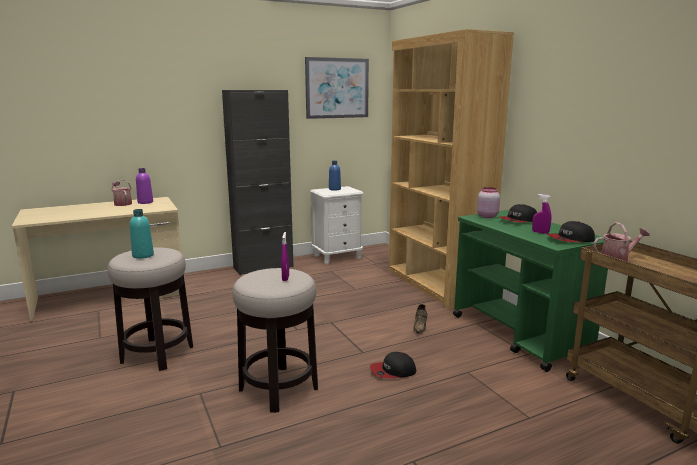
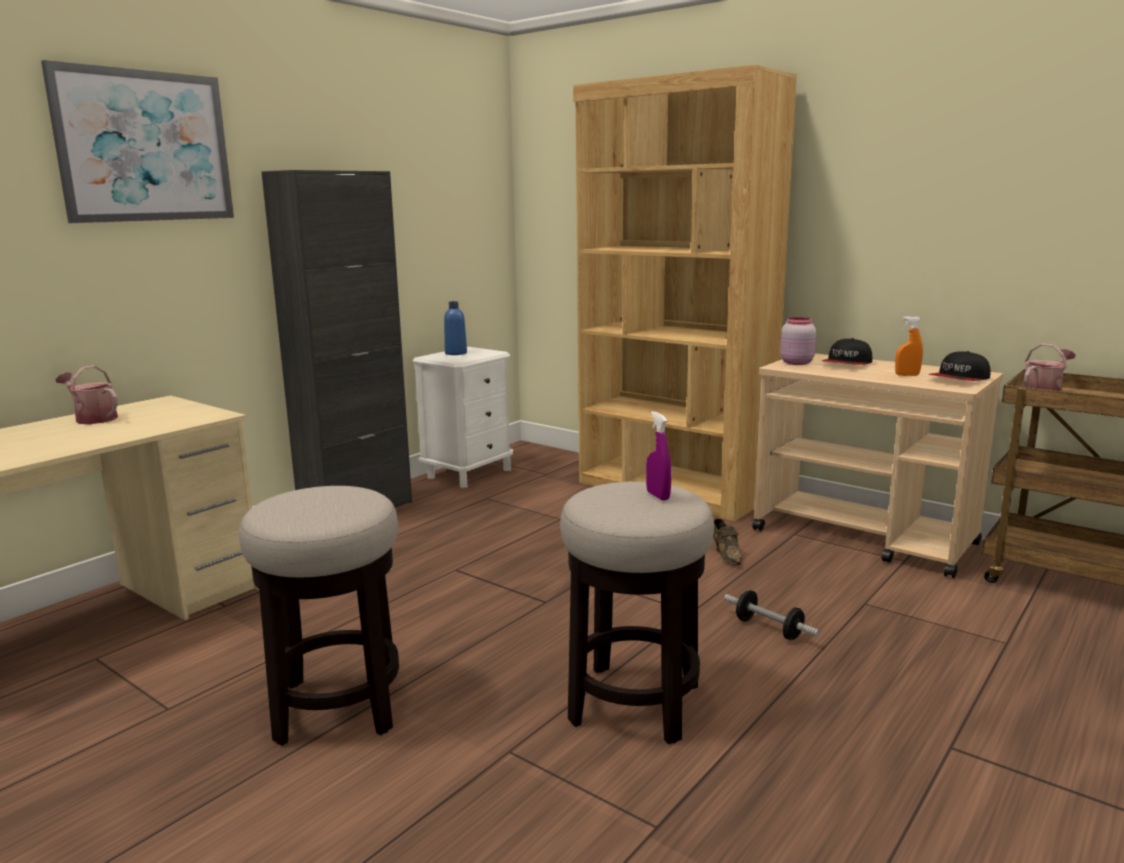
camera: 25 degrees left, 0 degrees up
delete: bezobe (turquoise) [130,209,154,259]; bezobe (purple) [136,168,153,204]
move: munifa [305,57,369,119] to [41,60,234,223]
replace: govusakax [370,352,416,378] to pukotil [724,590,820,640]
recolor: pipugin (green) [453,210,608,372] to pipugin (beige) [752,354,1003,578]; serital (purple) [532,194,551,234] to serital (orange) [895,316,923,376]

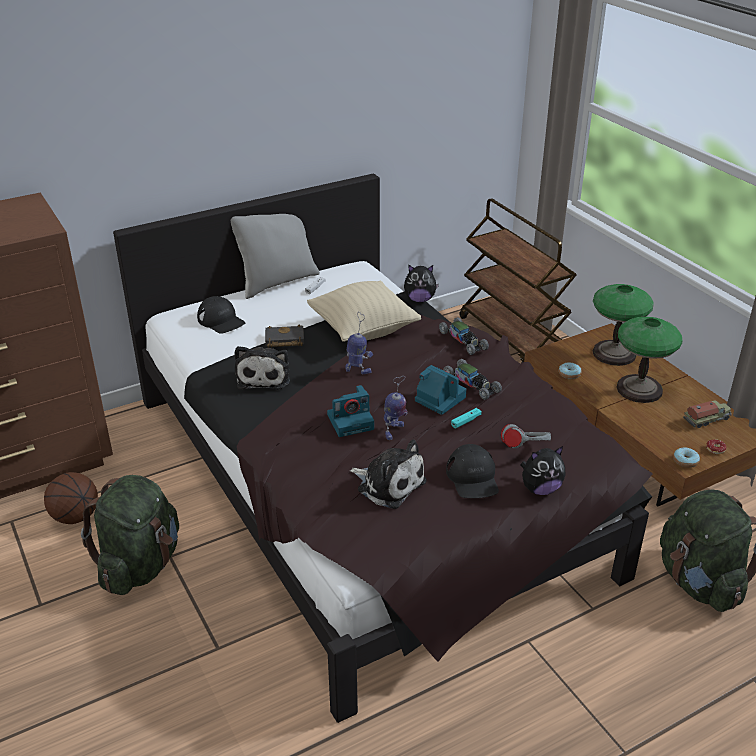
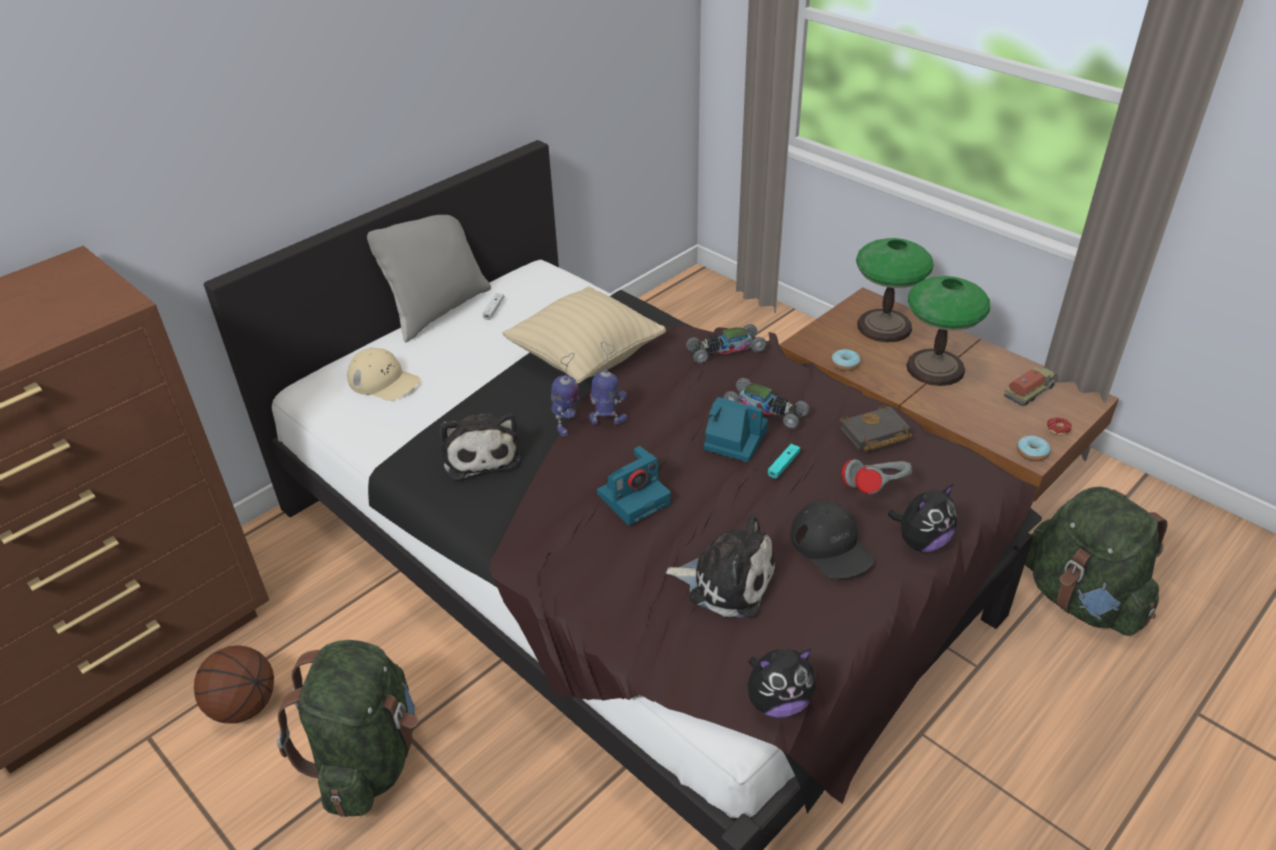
camera: 15 degrees left, 5 degrees up
delete: pipugin (brown) [459,198,576,362]
move: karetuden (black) [265,325,304,348] to [840,406,912,451]; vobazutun [384,376,408,440] to [551,353,580,436]; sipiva [404,265,439,302] to [748,649,816,718]
recolor: govusakax (black) [197,296,245,334] to govusakax (beige) [347,348,420,401]
rotate: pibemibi [439,317,489,355] = [686,324,767,364] 120 degrees clockwise

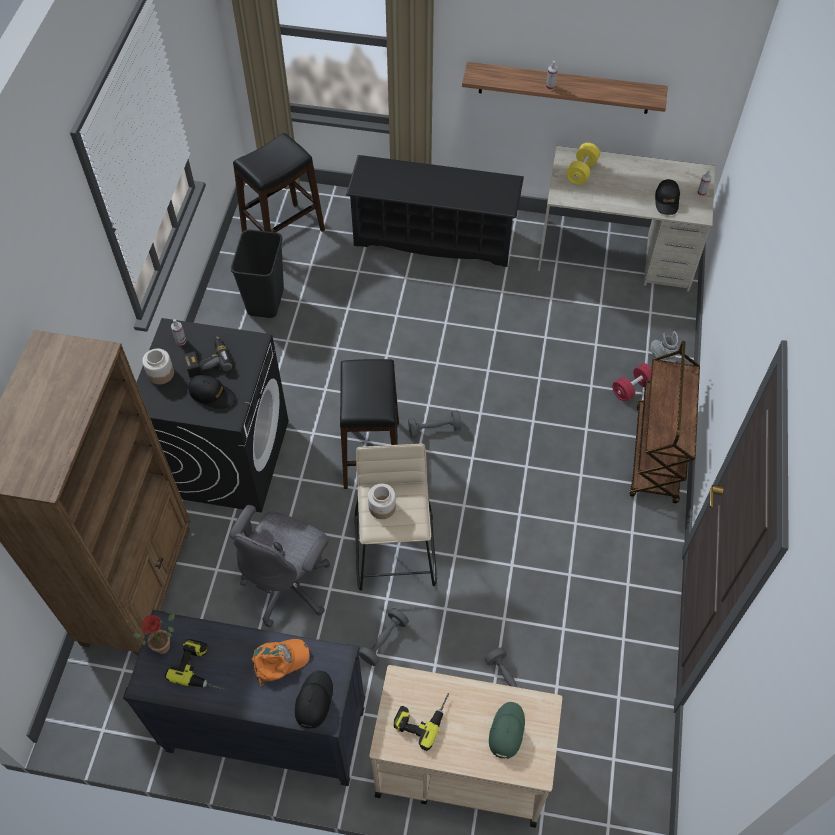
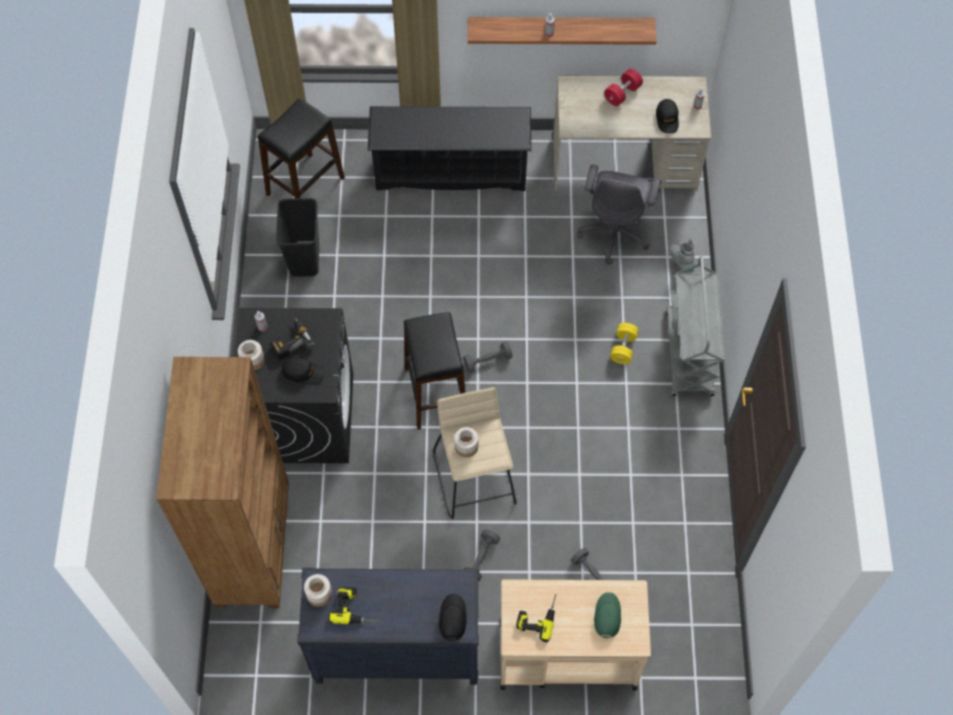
camera: 10 degrees left, 5 degrees up
delete: govusakax (orange) [252,639,310,686]
move: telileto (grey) [229,505,330,627] to [577,164,661,265]; pukotil (yellow) [566,143,600,185] to [610,323,639,364]; pukotil (red) [612,363,651,402] to [604,69,643,106]
replace: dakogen [133,613,175,654] to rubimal [304,574,332,607]
recolor: pipugin (brown) [629,341,700,503] to pipugin (grey) [666,256,725,396]

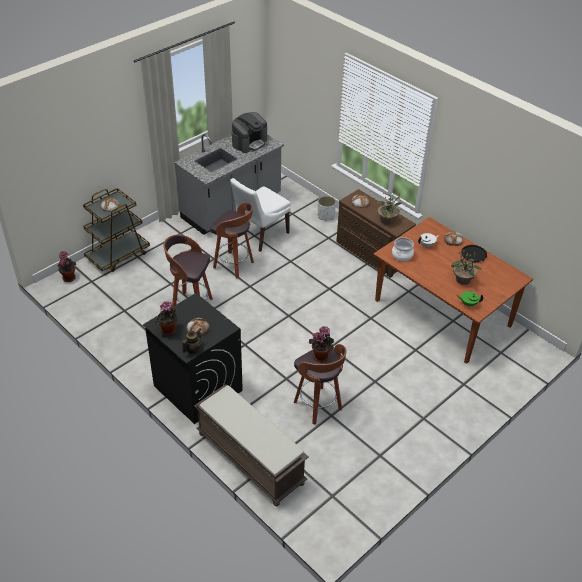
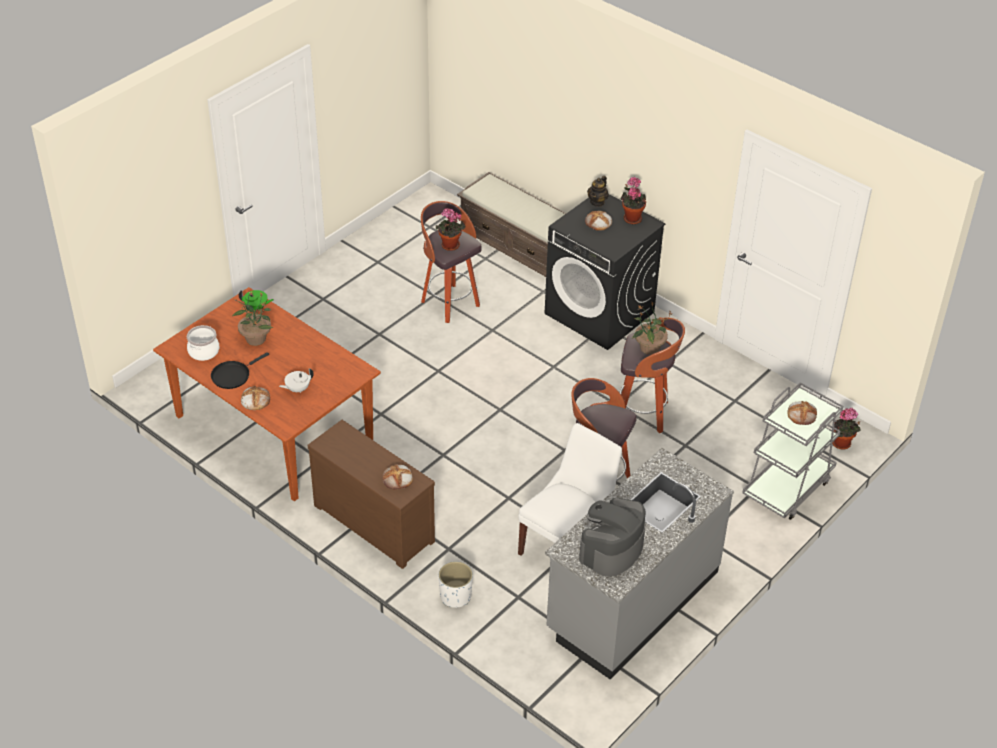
camera: 175 degrees right, 0 degrees up
move: dakogen [377,190,402,225] to [632,301,672,355]; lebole [392,237,414,261] to [187,325,219,361]
recolor: pipugin (brown) [83,188,150,272] to pipugin (grey) [742,383,844,520]

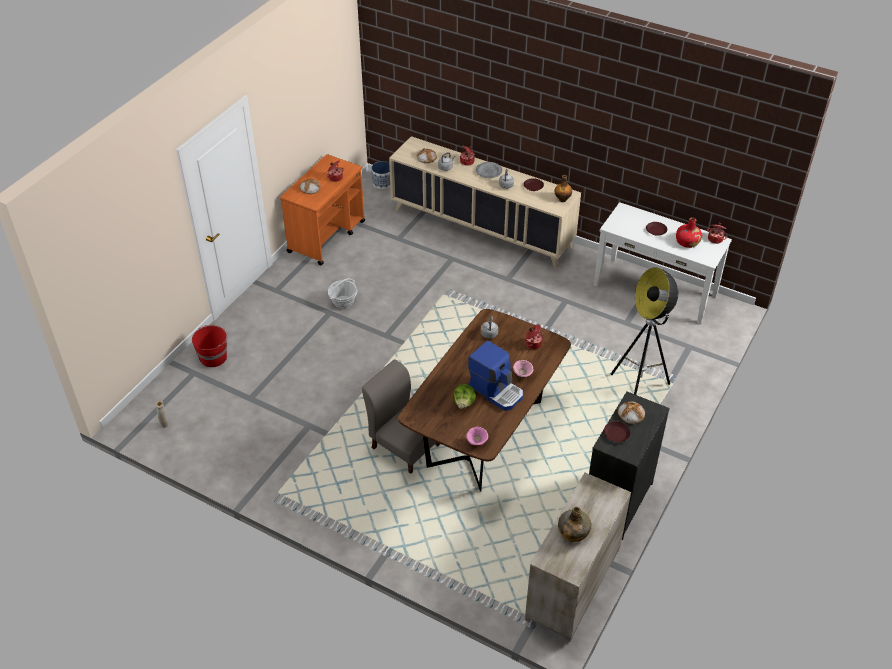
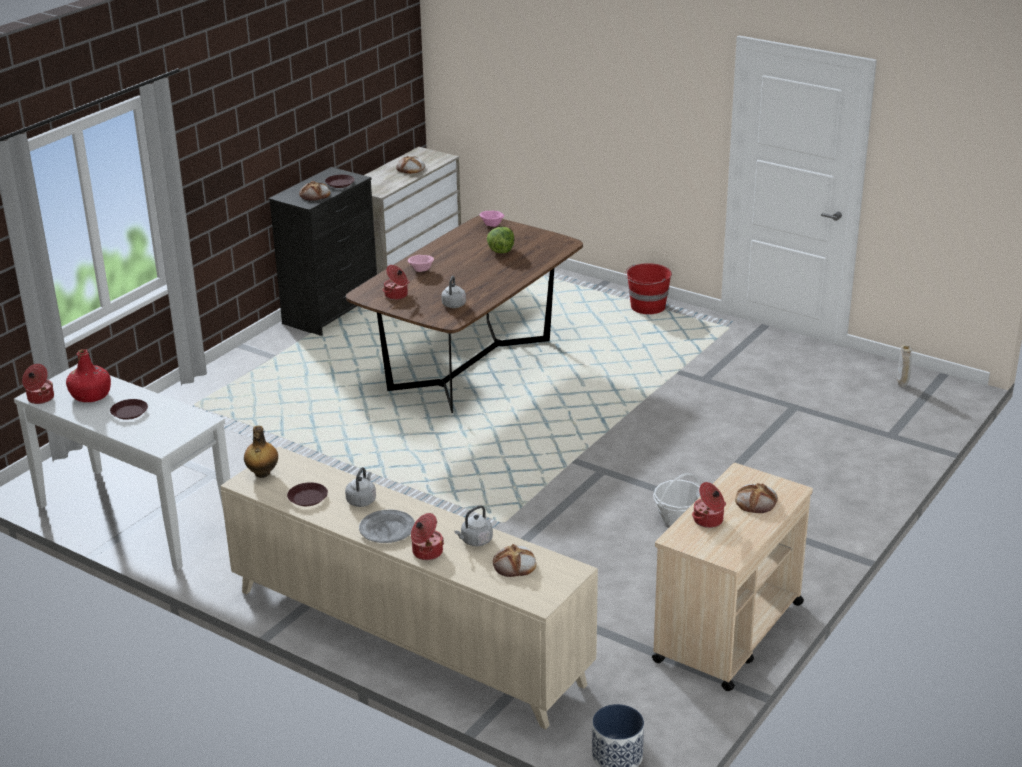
camera: 175 degrees left, 15 degrees down
delete: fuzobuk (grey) [362,359,440,473]; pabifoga [468,340,523,411]; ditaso [611,267,678,395]
move: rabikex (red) [192,325,228,367] to [625,263,672,314]
replace: bezobe (green) [558,507,592,542] to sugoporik [396,156,425,174]
recolor: pipugin (orange) [280,154,365,265] to pipugin (beige) [652,463,813,691]

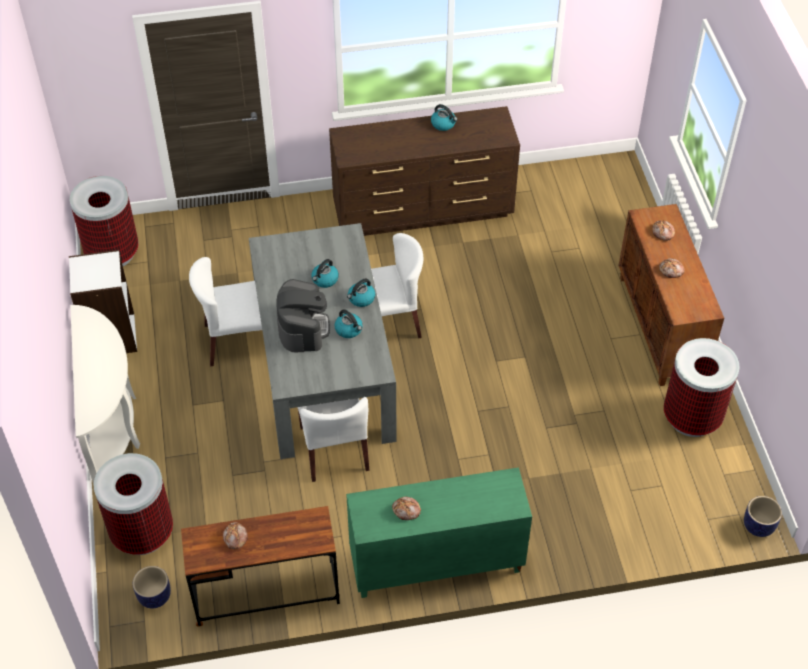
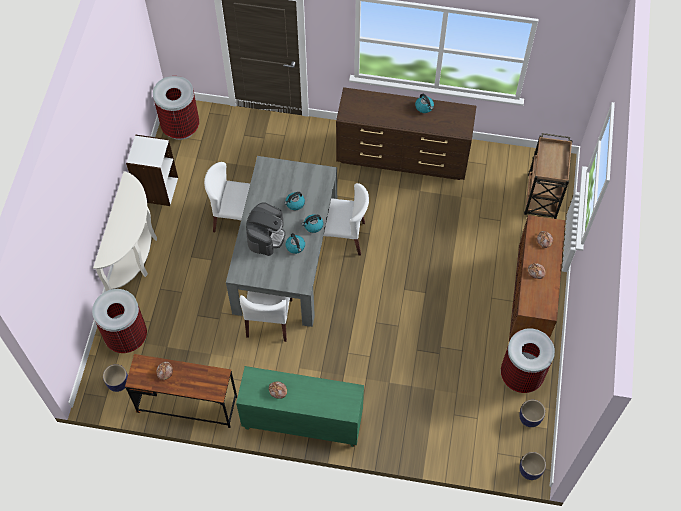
camera: 20 degrees right, 10 degrees up
insert: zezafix [519,400,545,427]; pipugin (brown) [524,133,573,219]

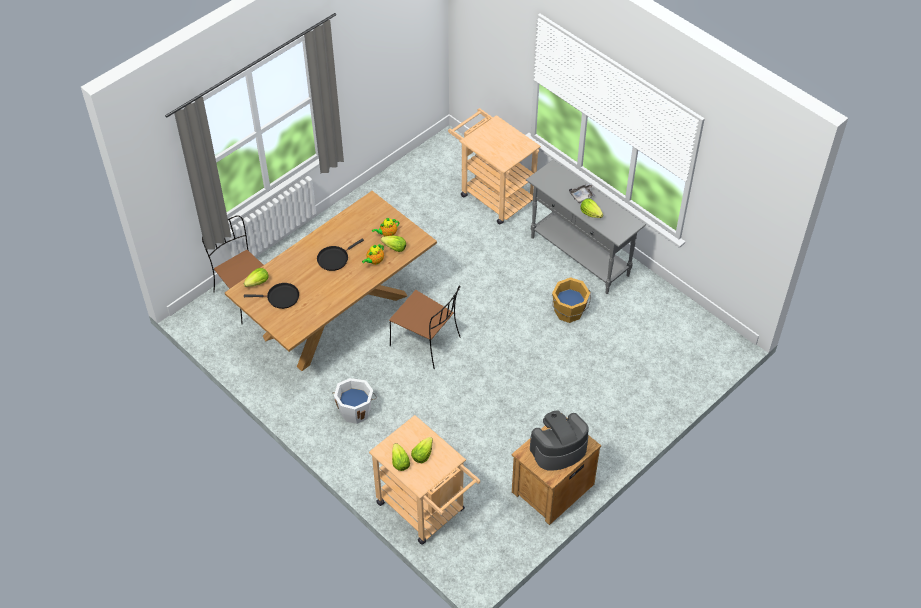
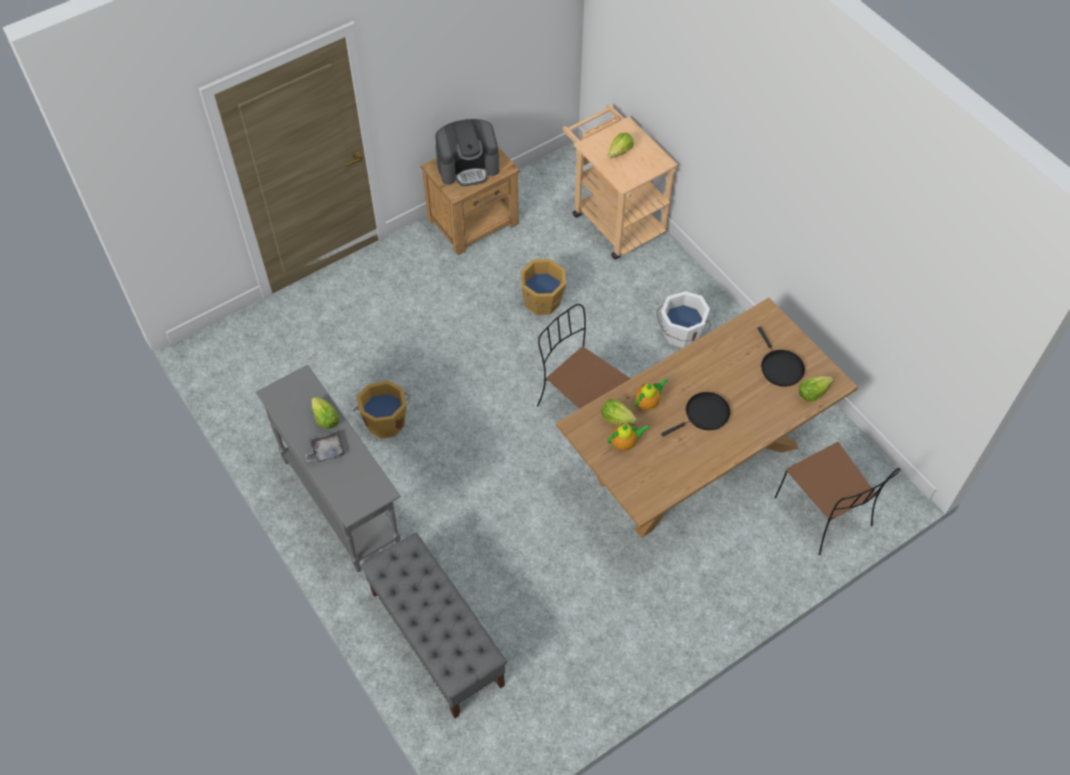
camera: 170 degrees left, 5 degrees up
delete: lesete [392,443,410,471]
insert: rabikex (orange) [521,259,566,315]
replace: pipugin (beige) [448,108,541,225] to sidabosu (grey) [361,533,507,718]
rotate: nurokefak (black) [244,283,299,309] = [757,327,805,387] 120 degrees counterclockwise

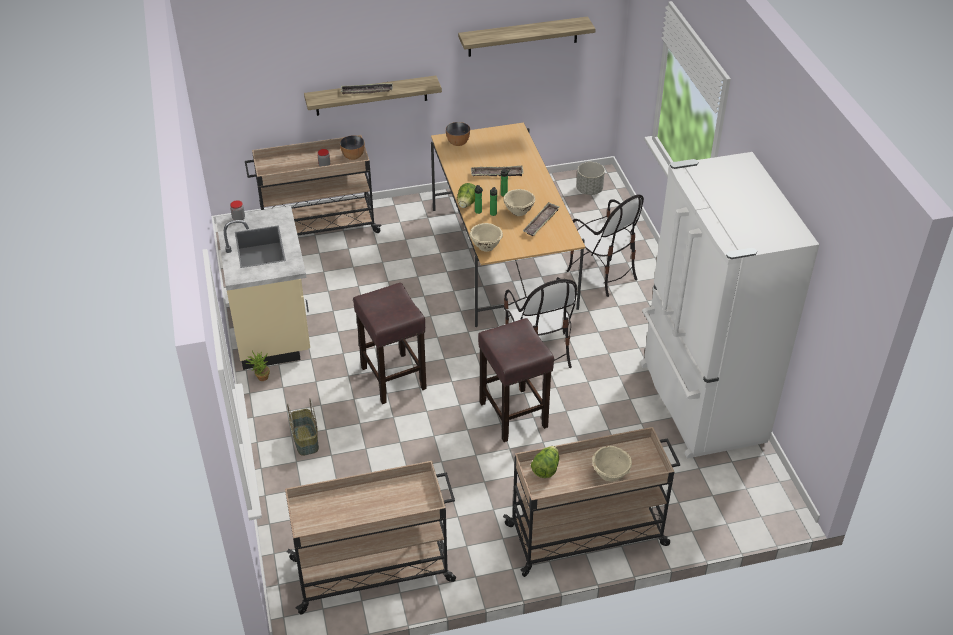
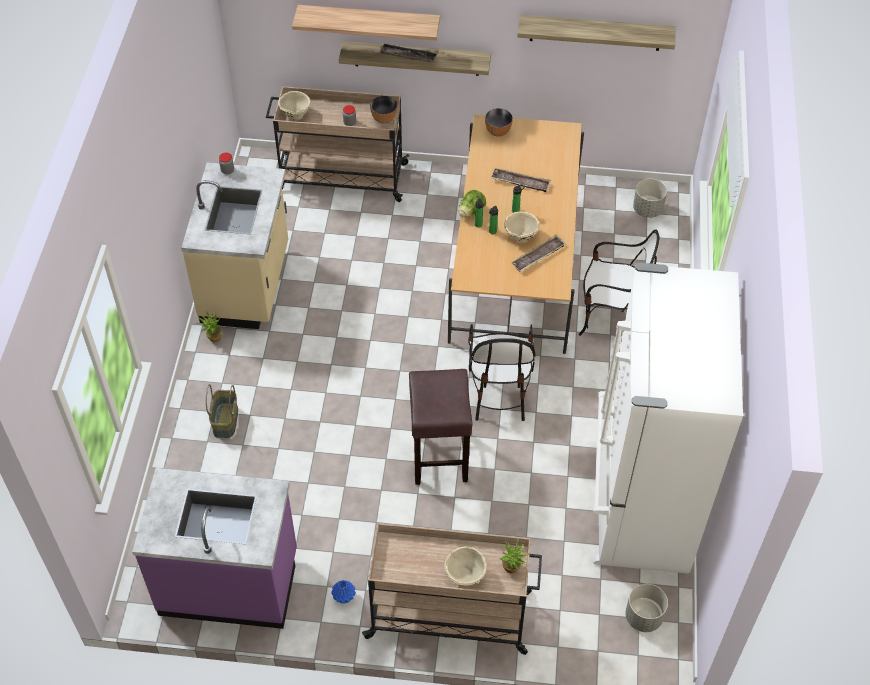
camera: 20 degrees right, 10 degrees up
delete: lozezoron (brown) [353,283,427,404]; lesete [531,446,559,478]
insert: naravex [292,5,440,41]; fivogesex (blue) [331,580,356,604]; dakogen [499,538,531,574]; zezafix (grey) [625,584,668,632]
move: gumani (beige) [469,223,503,252] to [278,91,311,120]
replace: pipugin (beige) [285,461,456,615] to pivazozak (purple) [132,468,297,629]
rotate: fuzobuk [567,194,644,297] = [579,229,659,336] 60 degrees counterclockwise

